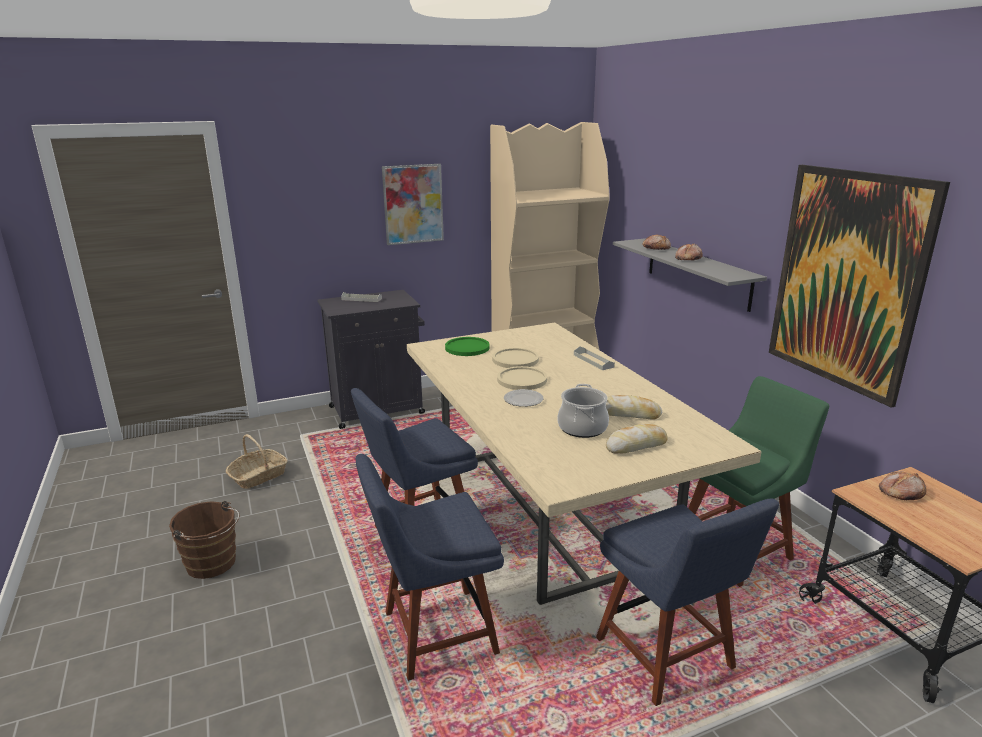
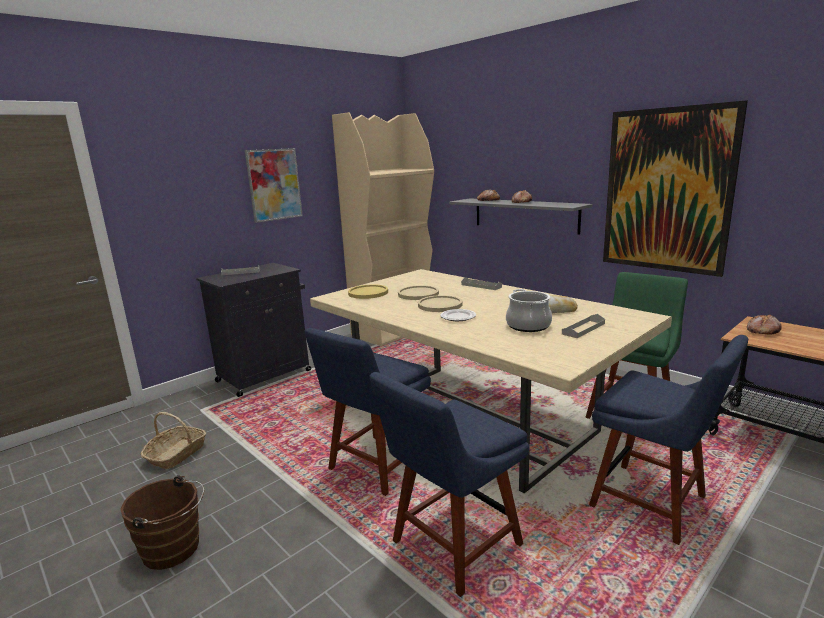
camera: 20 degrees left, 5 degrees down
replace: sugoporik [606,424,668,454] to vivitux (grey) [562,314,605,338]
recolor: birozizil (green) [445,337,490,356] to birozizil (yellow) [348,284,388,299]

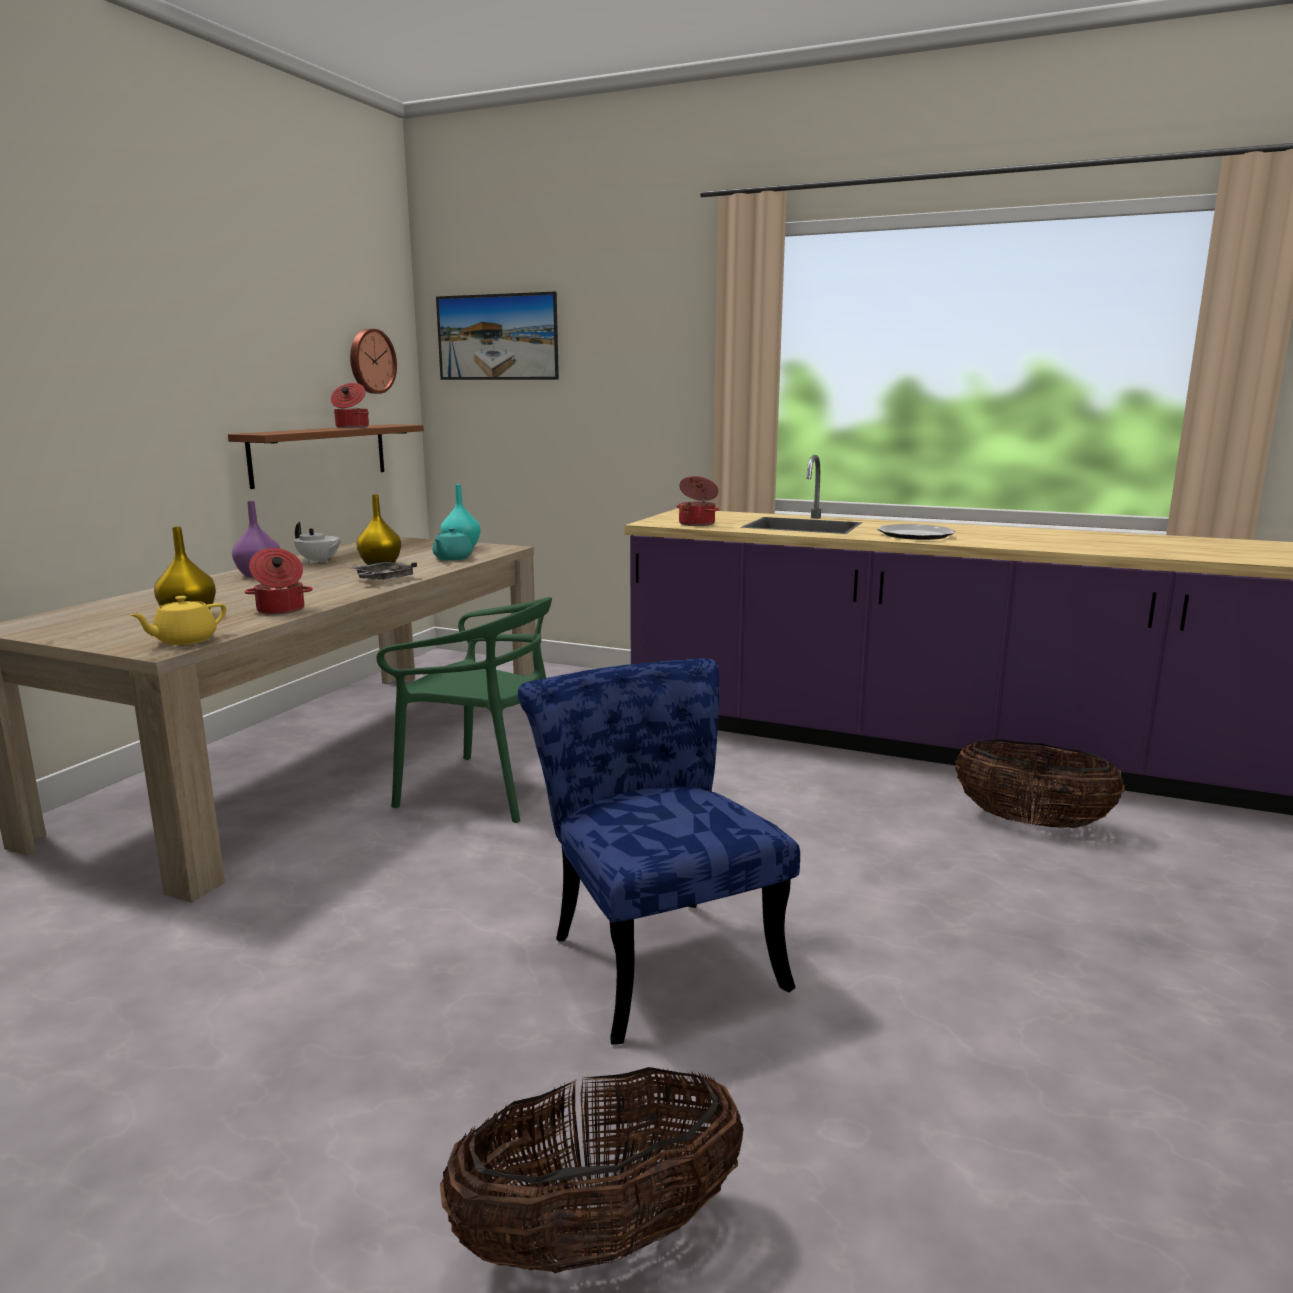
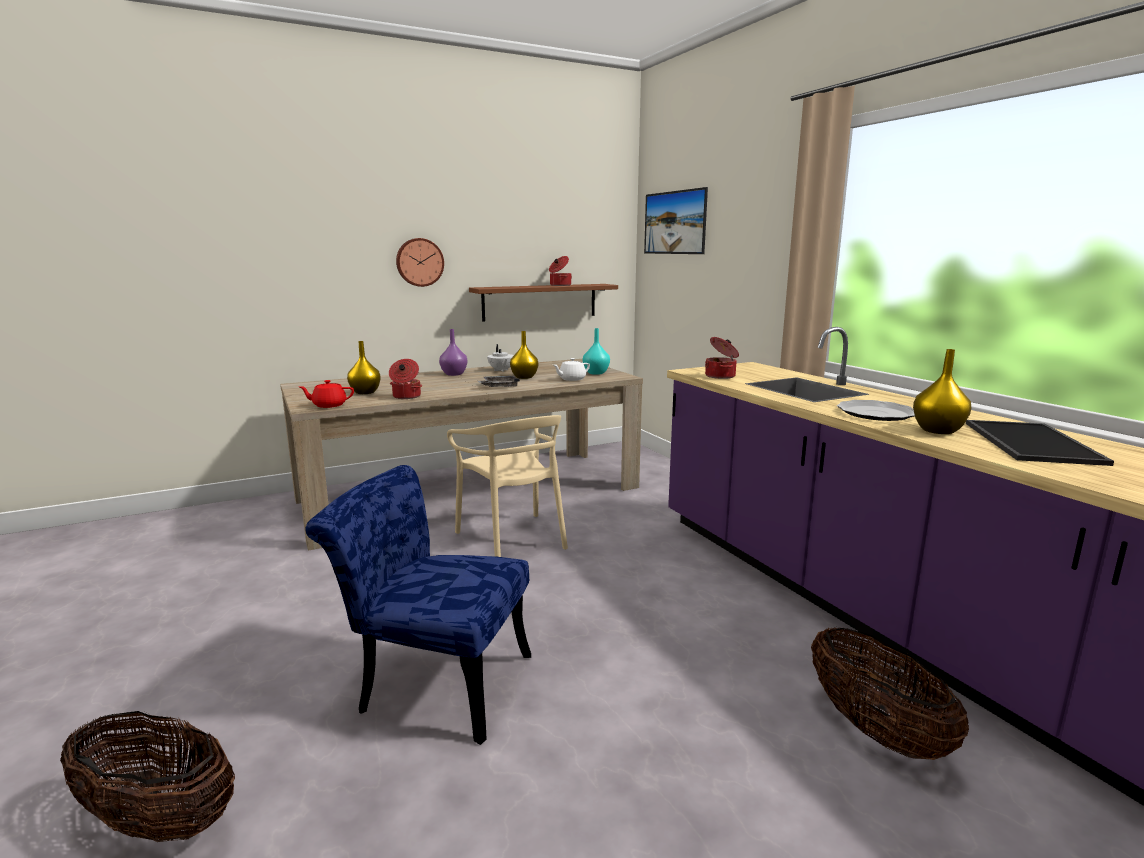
camera: 40 degrees right, 0 degrees up
insert: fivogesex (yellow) [913,349,971,434]; vivitux [966,420,1114,466]
move: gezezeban [350,329,397,394] to [396,238,444,287]
recolor: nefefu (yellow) [130,596,226,645] to nefefu (red) [299,380,354,408]; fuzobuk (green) [376,597,552,823] to fuzobuk (beige) [447,415,568,557]; nefefu (turquoise) [433,528,473,561] to nefefu (white) [553,358,590,381]
rotate: fuzobuk (blue) [518,658,800,1044] = [305,465,531,745] 90 degrees counterclockwise

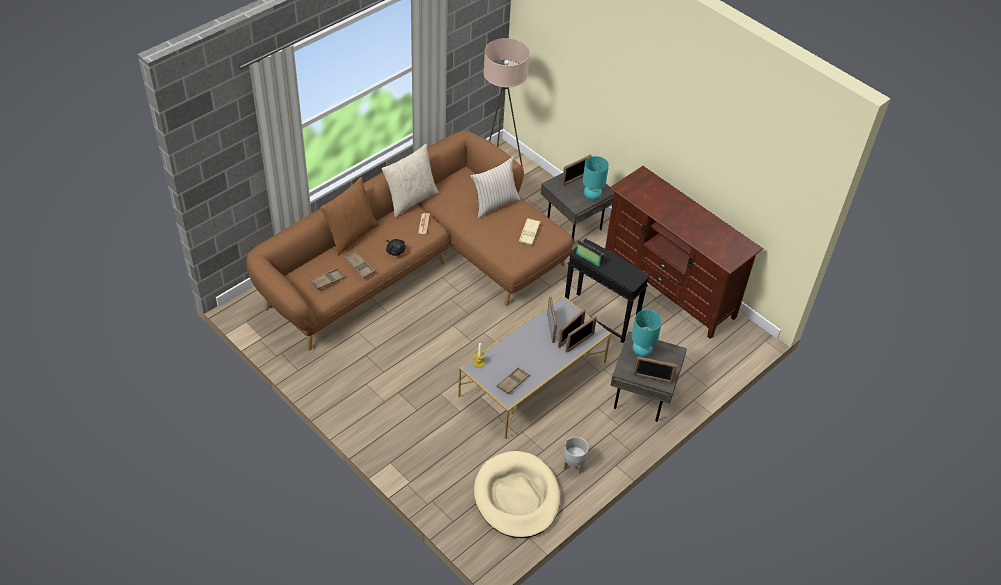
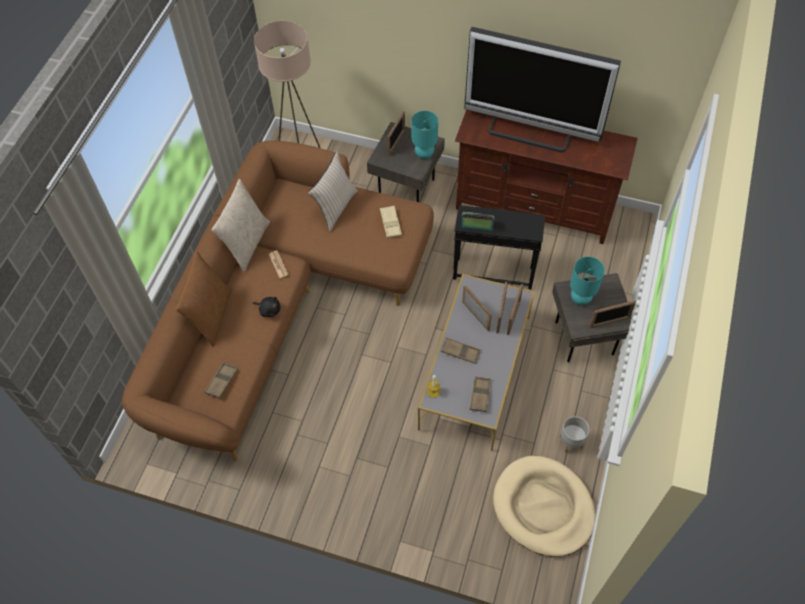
camera: 25 degrees left, 10 degrees up
insert: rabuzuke [464,27,621,152]
move: vivitux (brown) [345,251,375,279] to [441,337,481,364]

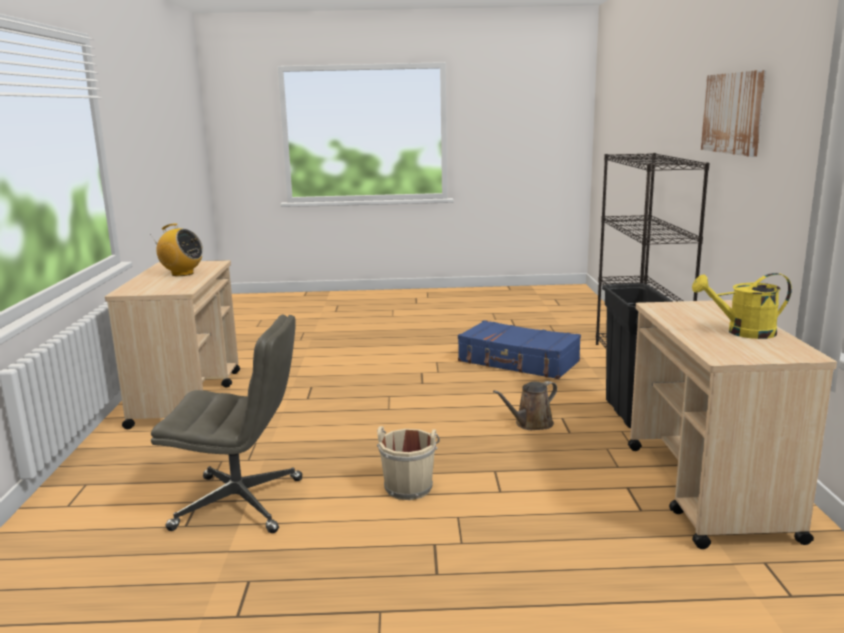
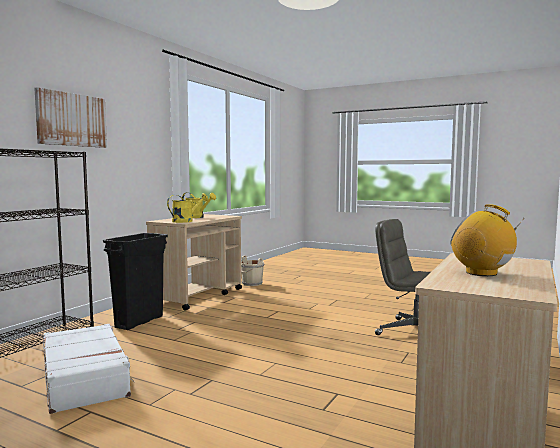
camera: 150 degrees left, 10 degrees down
delete: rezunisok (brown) [493,381,557,430]
insert: rezunisok (yellow) [167,193,208,223]
move: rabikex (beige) [377,426,440,500] to [241,256,264,286]
recolor: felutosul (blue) [458,320,581,379] to felutosul (white) [43,324,134,414]

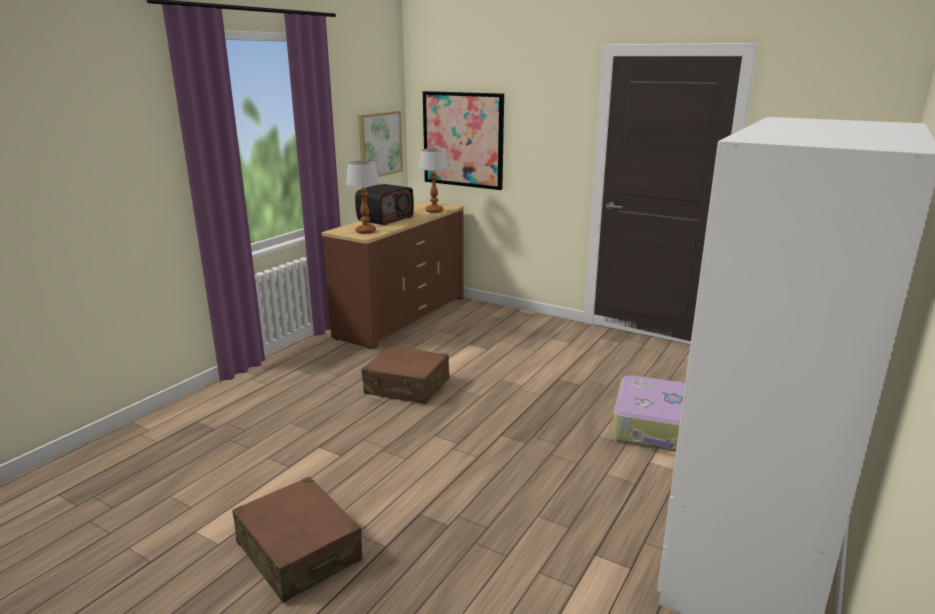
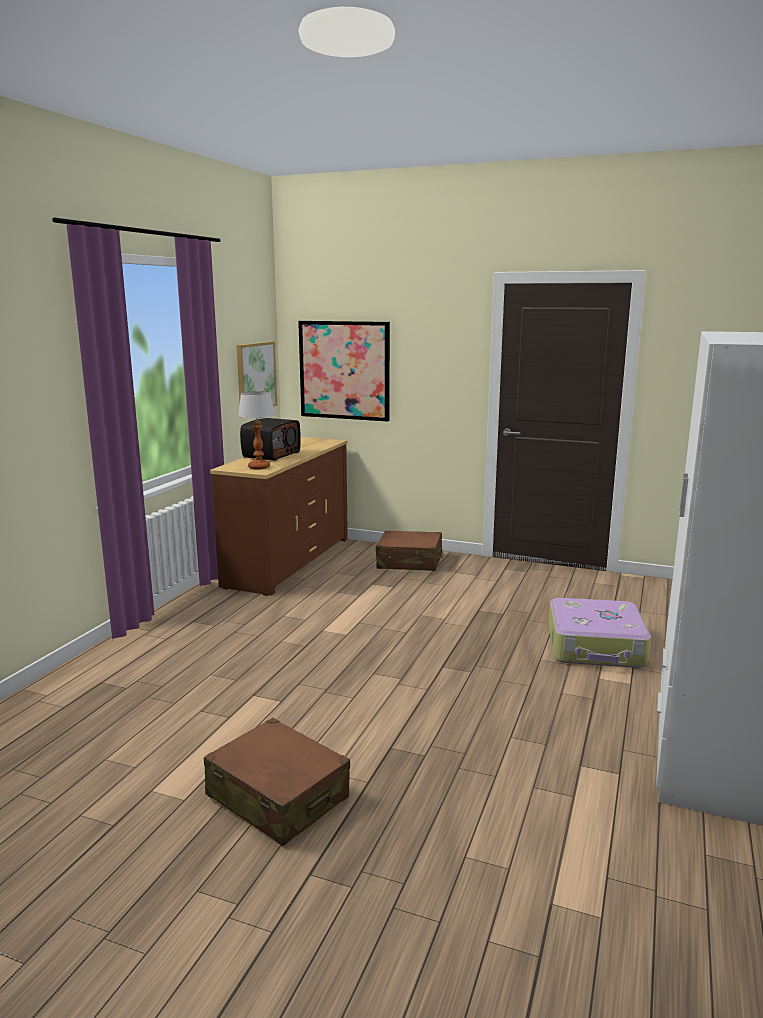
camera: 10 degrees left, 5 degrees down
delete: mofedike [419,148,448,213]
move: felutosul (brown) [361,346,450,404] to [376,531,444,571]

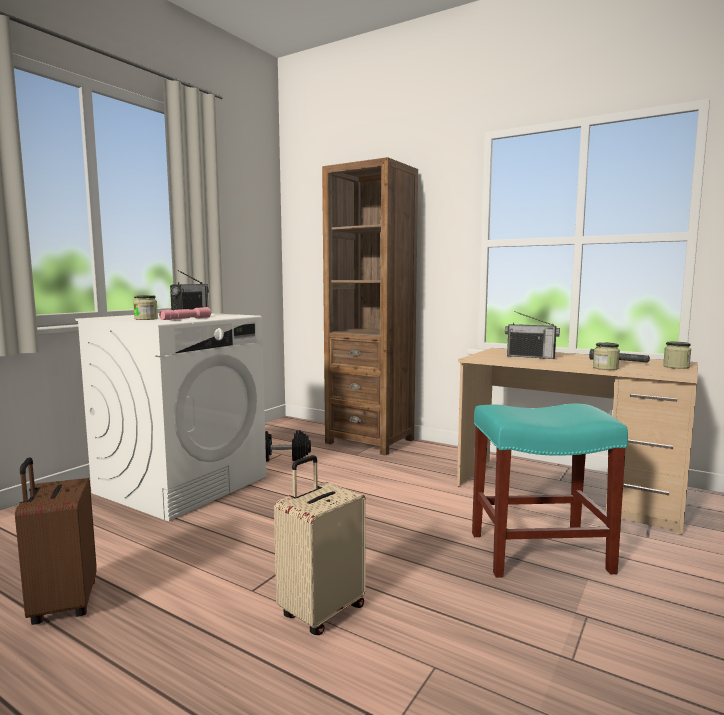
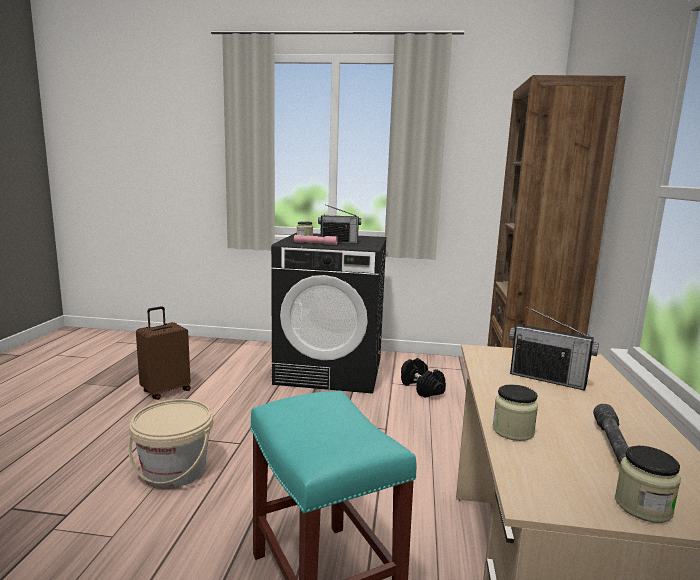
camera: 65 degrees right, 5 degrees up
replace: felutosul (beige) [274,455,366,635] to rabikex (beige) [128,399,213,489]
recolor: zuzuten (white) [75,313,266,521] to zuzuten (black) [271,233,387,394]
rotate: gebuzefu [505,311,560,359] = [509,307,599,391] 60 degrees counterclockwise

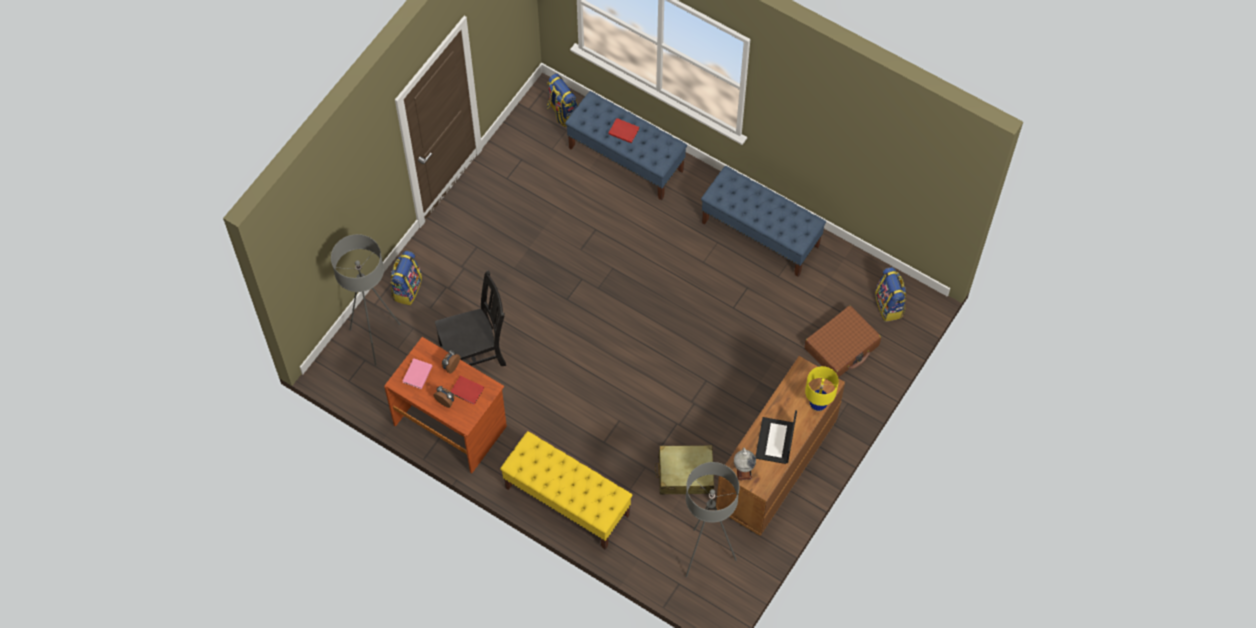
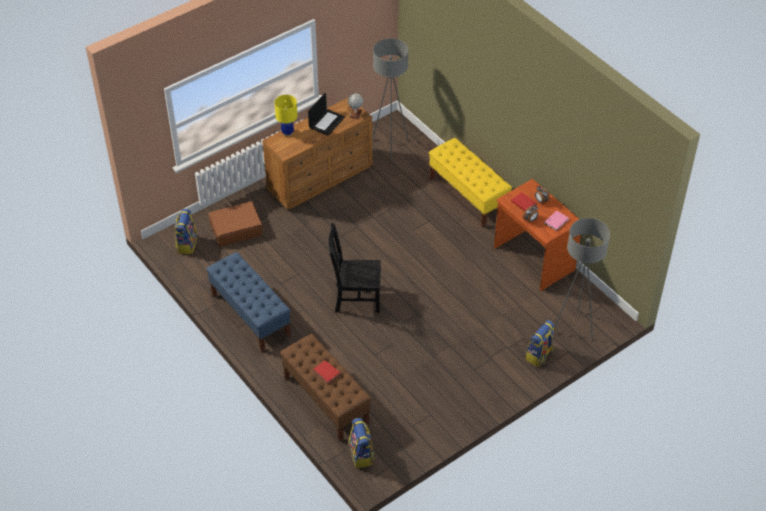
camera: 160 degrees left, 15 degrees down
delete: felutosul (beige) [655,445,714,495]
move: fuzobuk (black) [435,271,506,366] to [328,223,381,313]
recolor: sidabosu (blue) [565,91,687,200] to sidabosu (brown) [280,334,371,442]

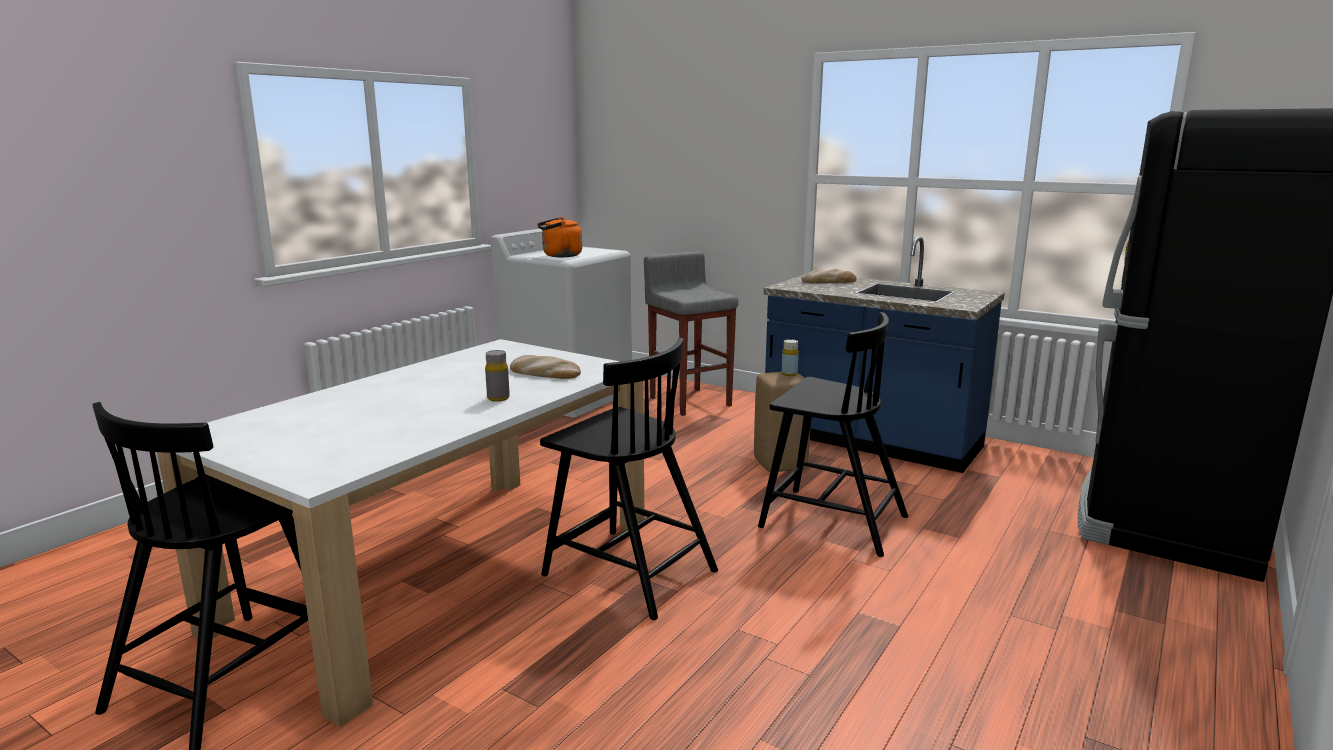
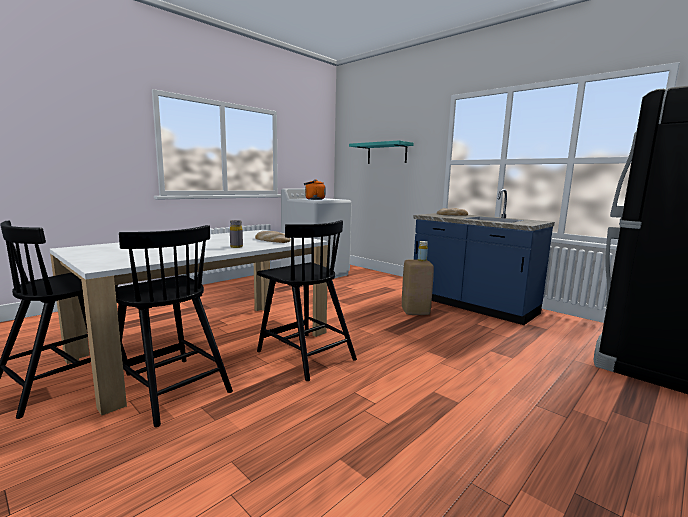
camera: 10 degrees right, 5 degrees down
delete: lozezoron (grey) [644,251,738,416]
insert: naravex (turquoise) [349,140,414,164]
move: fuzobuk (black) [758,312,908,557] to [115,225,233,427]

